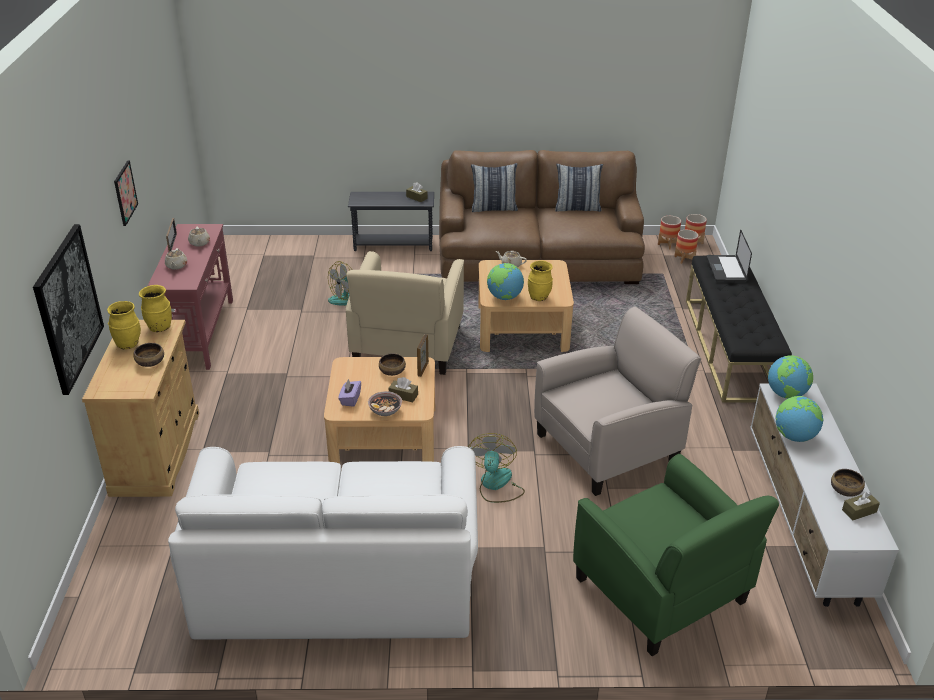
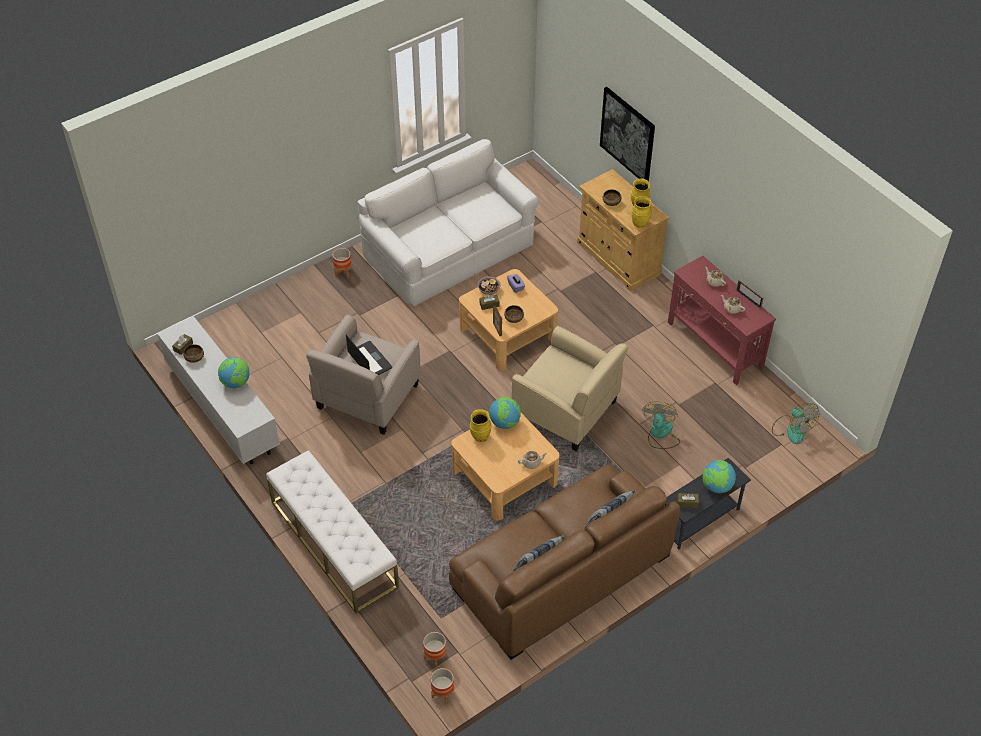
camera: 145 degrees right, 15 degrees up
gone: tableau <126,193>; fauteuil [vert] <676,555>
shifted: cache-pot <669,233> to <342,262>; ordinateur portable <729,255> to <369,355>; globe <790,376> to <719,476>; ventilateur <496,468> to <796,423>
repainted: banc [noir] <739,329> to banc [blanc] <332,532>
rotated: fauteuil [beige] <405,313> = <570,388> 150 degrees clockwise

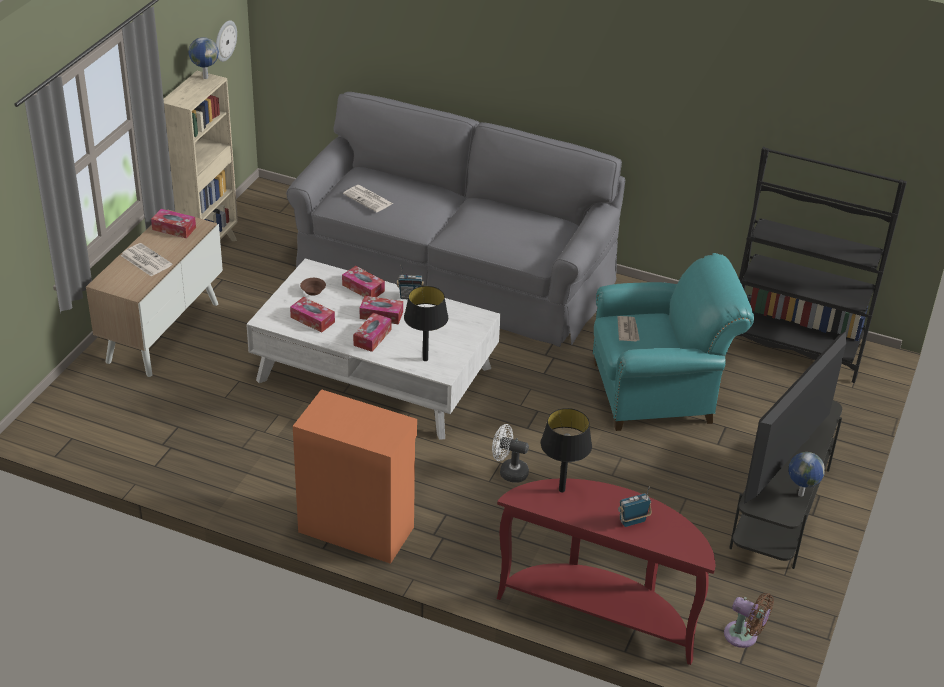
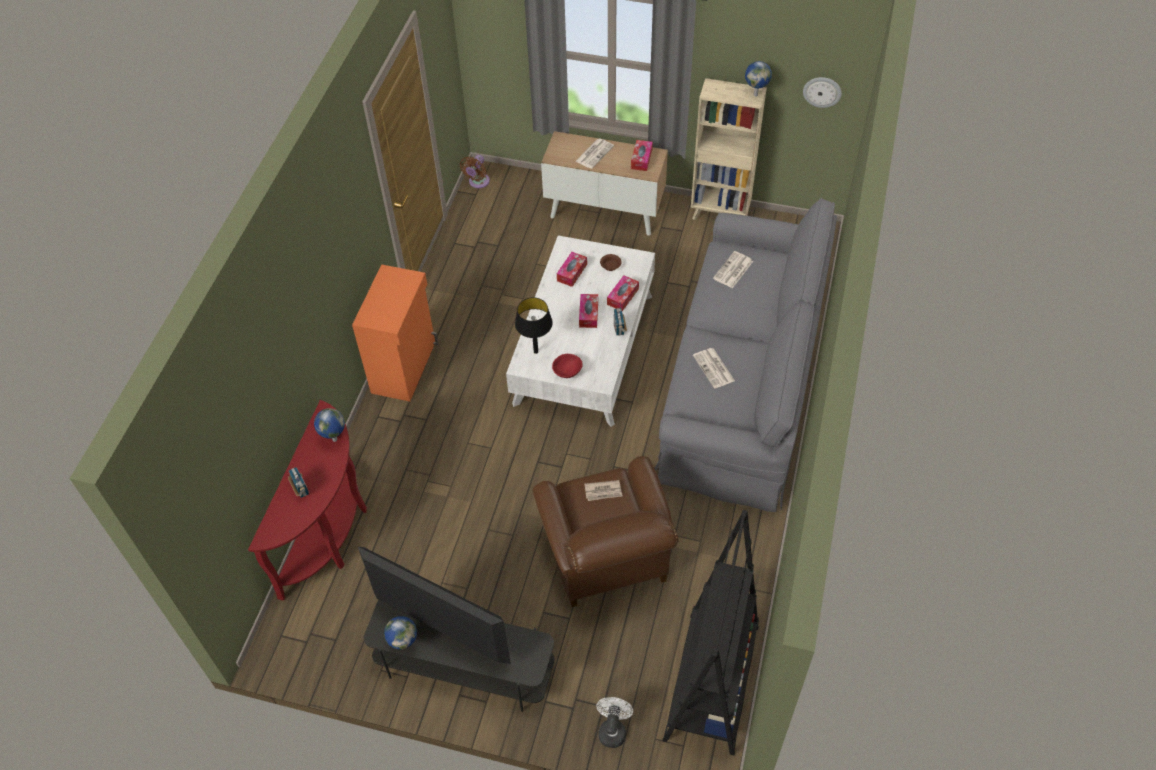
camera: 85 degrees right, 15 degrees up
gone: boîte à mouchoirs <372,332>
new: bol [rouge] <567,366>; journal <714,368>
shifted: ventilateur [marron] <749,620> to <475,171>; ventilateur [blanc] <510,453> to <614,722>
swapped: lampe de table [noir] <566,450> to globe <329,425>
repainted: fauteuil [turquoise] <673,342> to fauteuil [marron] <605,531>

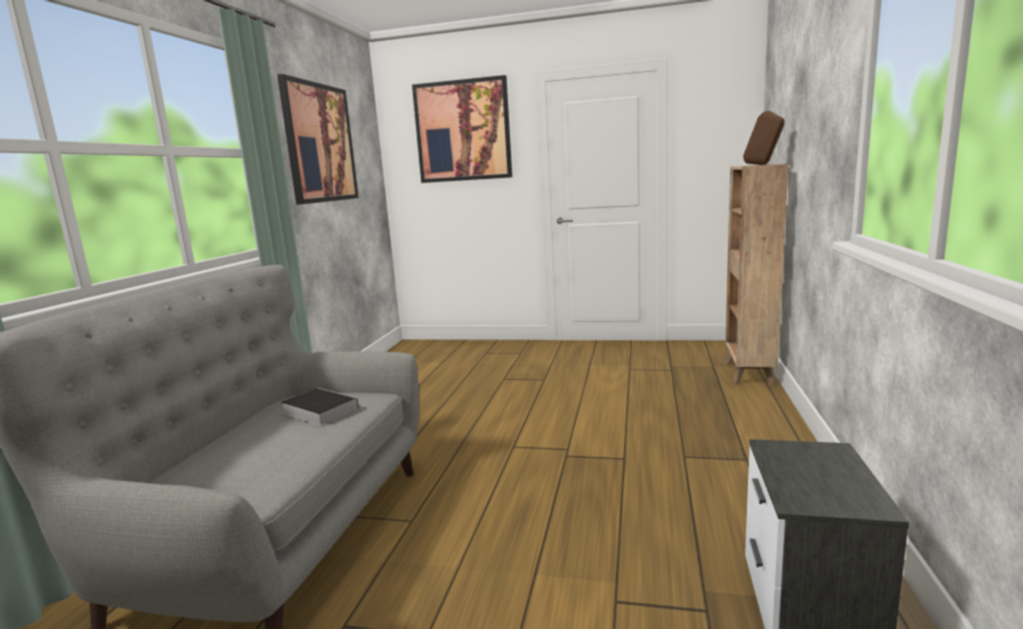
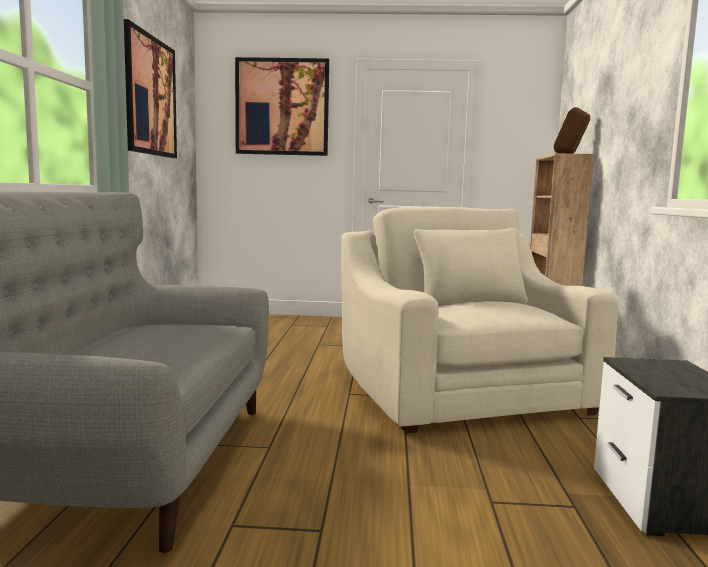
camera: 10 degrees left, 5 degrees down
gone: livre <320,407>
new: fauteuil [beige] <479,320>

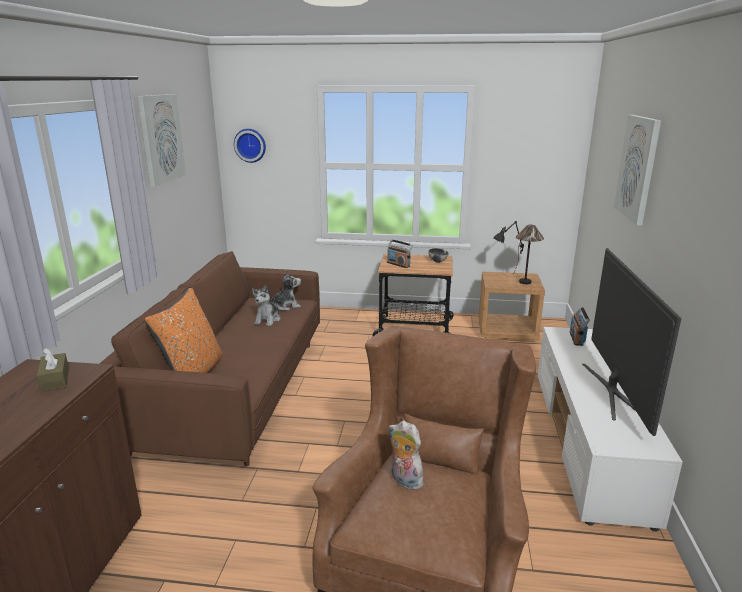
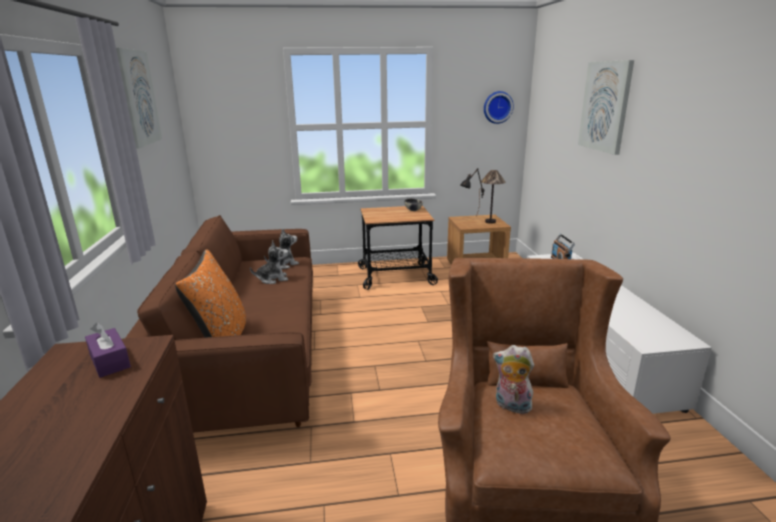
camera: 15 degrees left, 0 degrees up
gone: radio <400,253>; téléviseur <632,342>
shifted: horloge murale <250,146> to <499,107>
repainted: boîte à mouchoirs [marron] <53,369> to boîte à mouchoirs [violet] <108,350>
rotated: peluche <266,305> = <269,262> 105 degrees counterclockwise

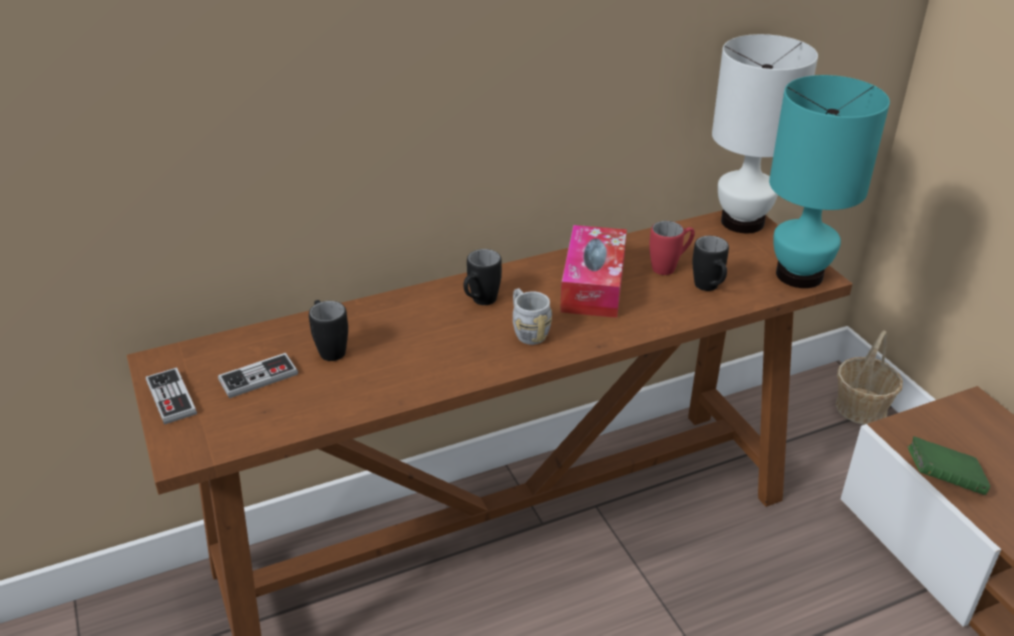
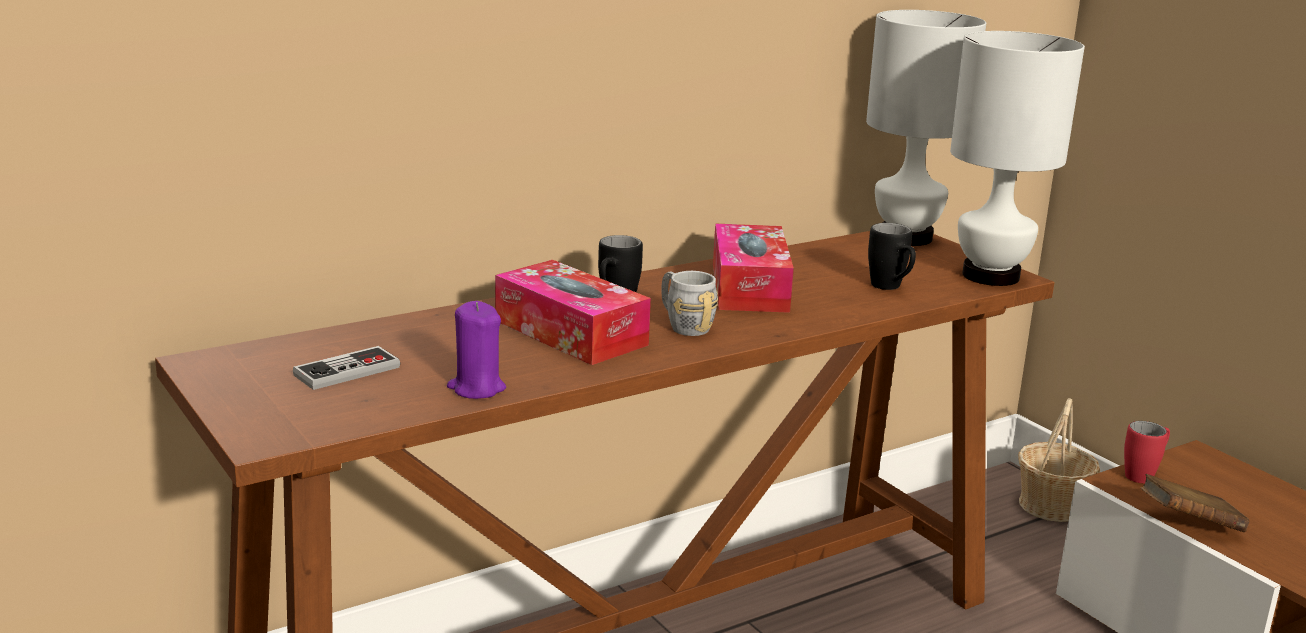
camera: 10 degrees left, 15 degrees down
gone: manette <171,396>; mug [noir] <328,330>
new: bougie [violet] <476,350>; boîte à mouchoirs <573,312>
shifted: mug [rouge] <672,248> to <1147,452>
repainted: lampe de table [turquoise] <829,181> to lampe de table [blanc] <1017,158>; livre [vert] <949,465> to livre [marron] <1195,503>

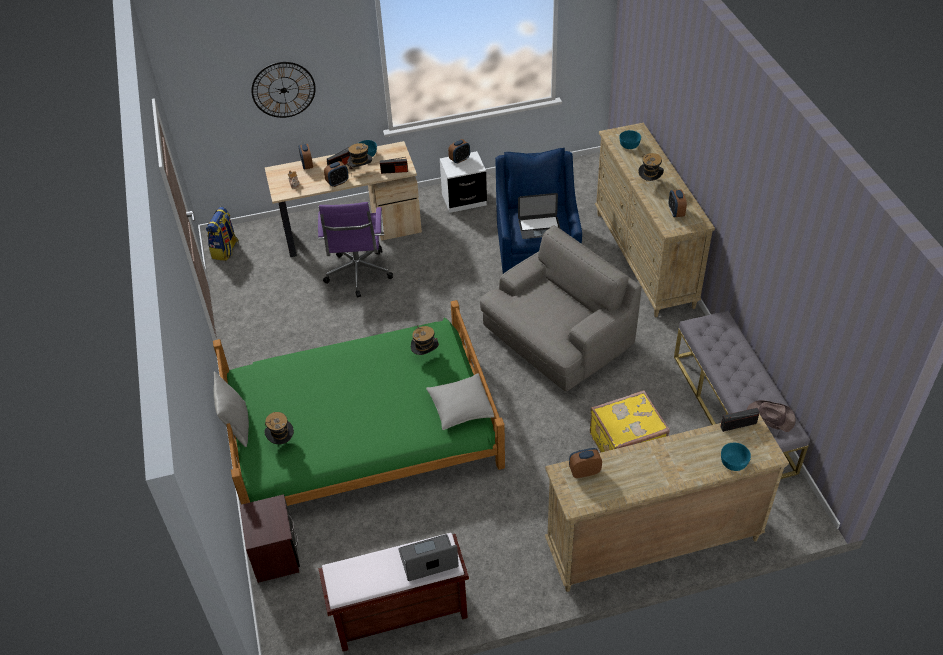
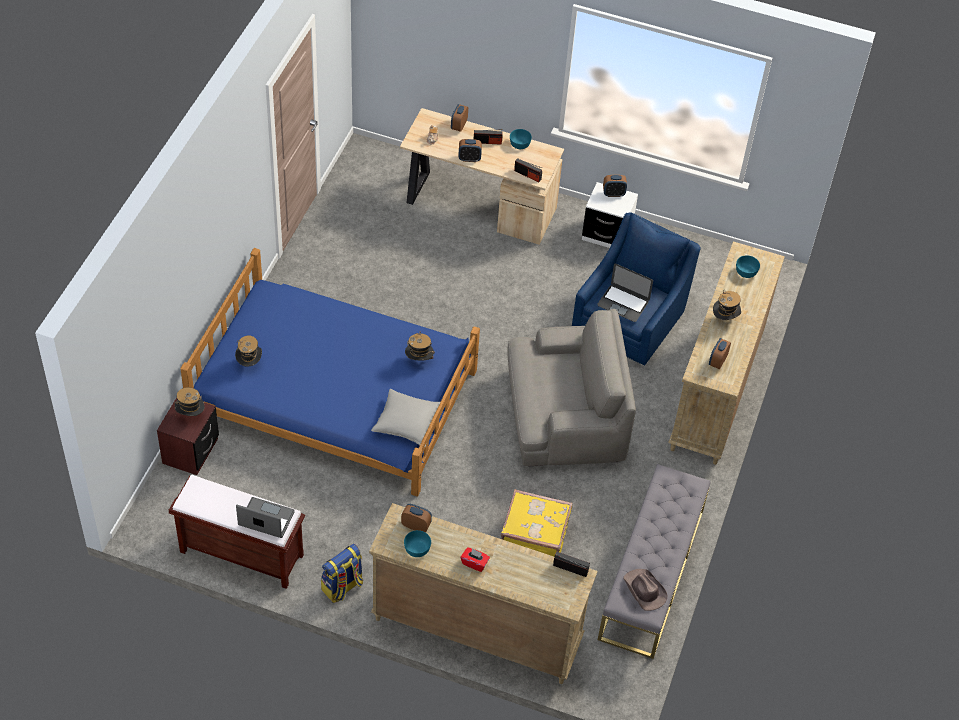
camera: 30 degrees right, 5 degrees up
gone: coussin [gris] <231,409>; horloge murale <283,90>; chaise de bureau [violet] <355,250>
new: boîte à mouchoirs [rouge] <475,559>
shifted: chapeau <359,156> to <189,401>; sac à dos <222,234> to <342,573>; bol [turquoise] <736,457> to <417,543>
repainted: lit [vert] <359,403> to lit [bleu] <330,372>

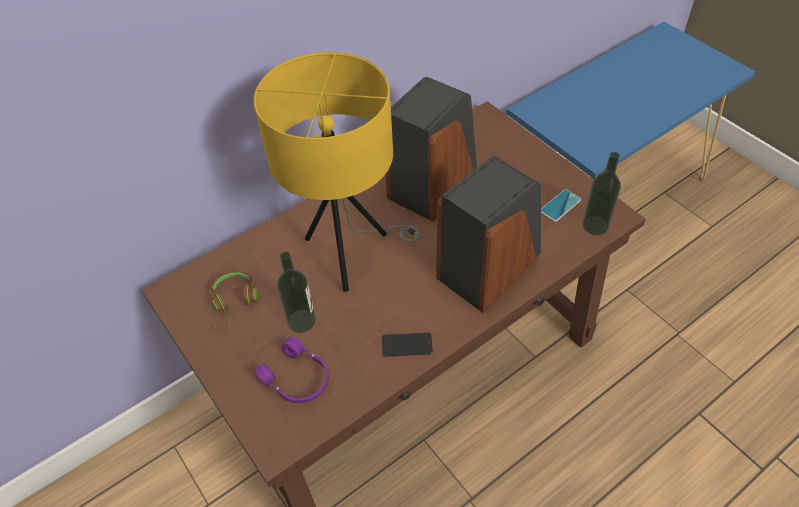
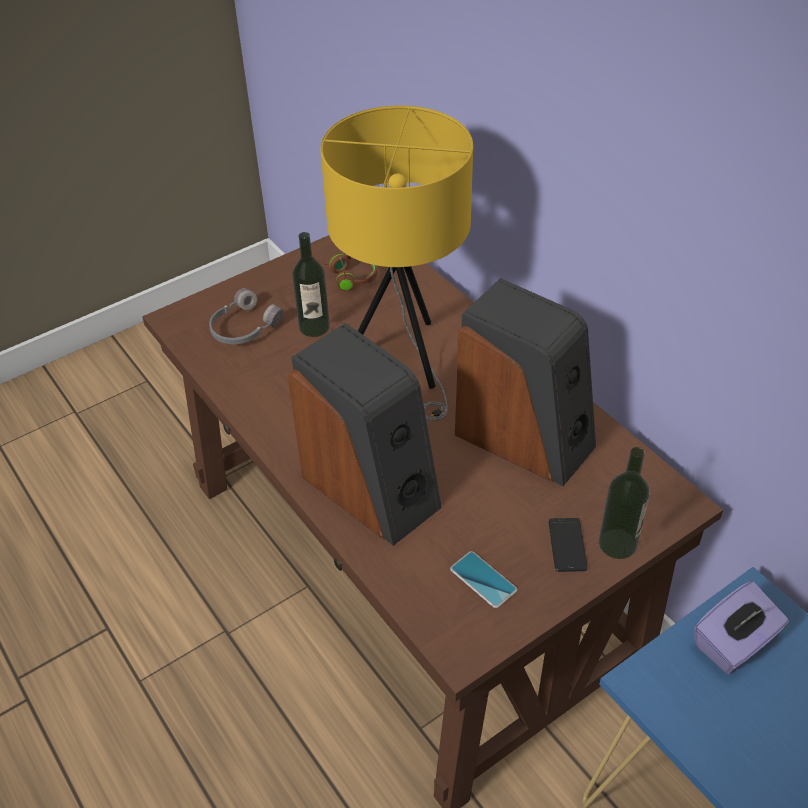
camera: 90 degrees right, 5 degrees down
new: boîte à mouchoirs [violet] <741,627>
shifted: téléphone <407,345> to <568,545>; bouteille <602,193> to <624,503>
repainted: casque audio [violet] <291,370> to casque audio [gris] <246,316>

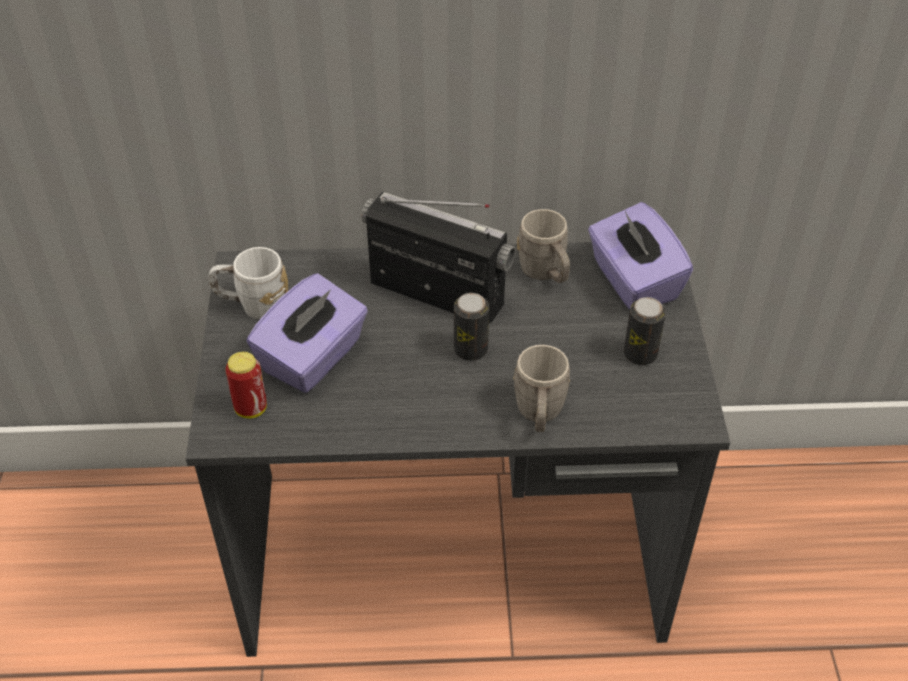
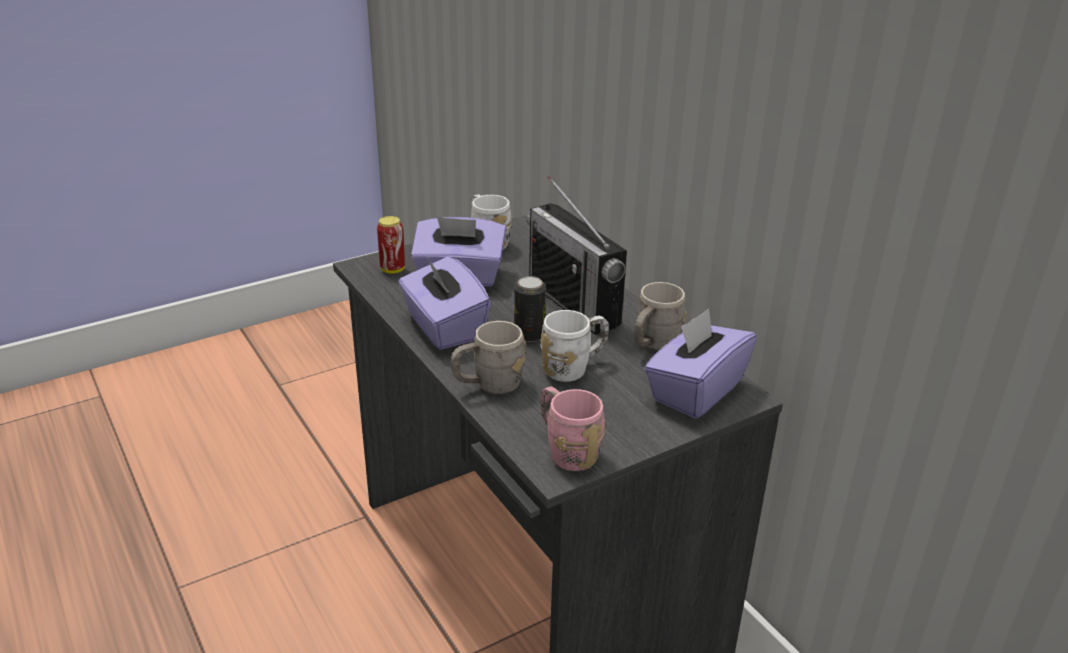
camera: 60 degrees right, 15 degrees down
gone: boîte métallique <644,331>
new: boîte à mouchoirs [violet] <445,302>; mug [blanc] <574,346>; mug [rose] <573,429>
rotated: radio <438,257> = <577,255> 150 degrees clockwise

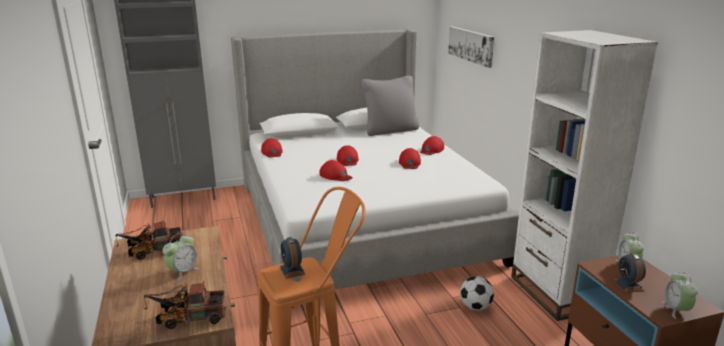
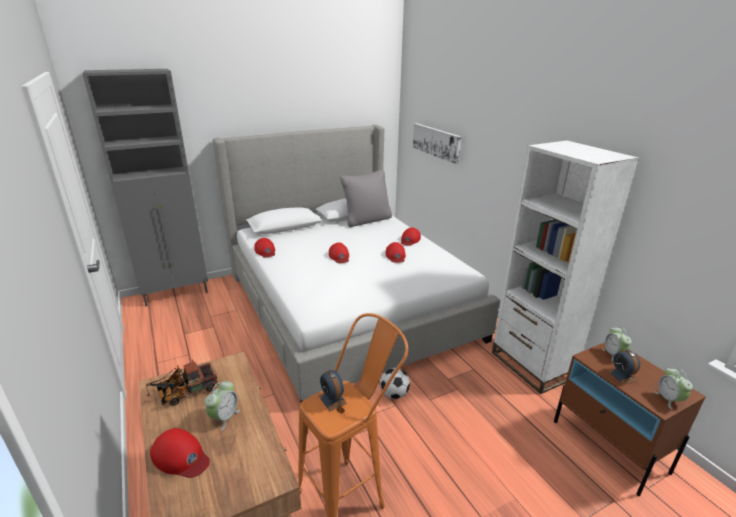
camera: 10 degrees left, 5 degrees up
gone: camion jouet <185,304>
shifted: casquette [rouge] <336,170> to <180,453>; ballon de foot <477,293> to <395,383>

